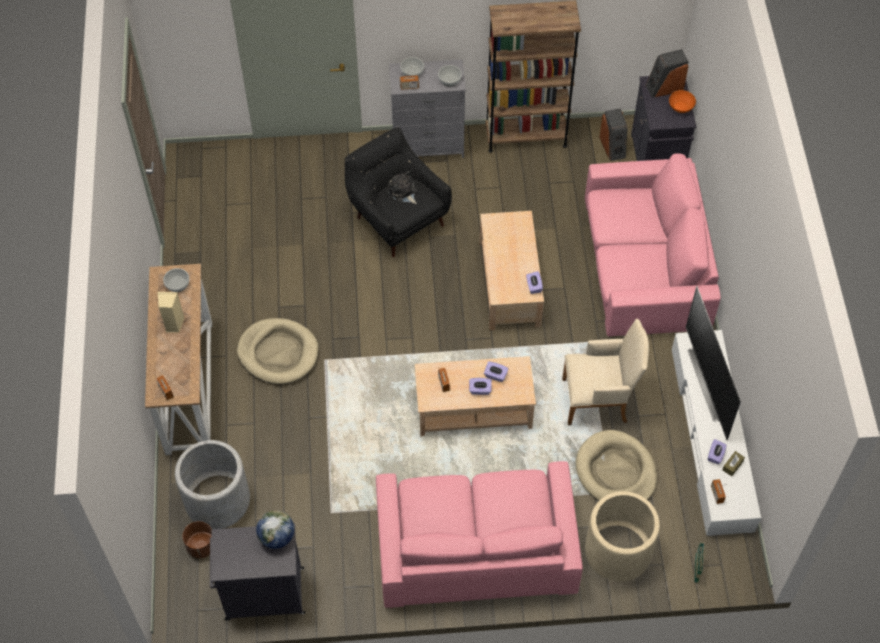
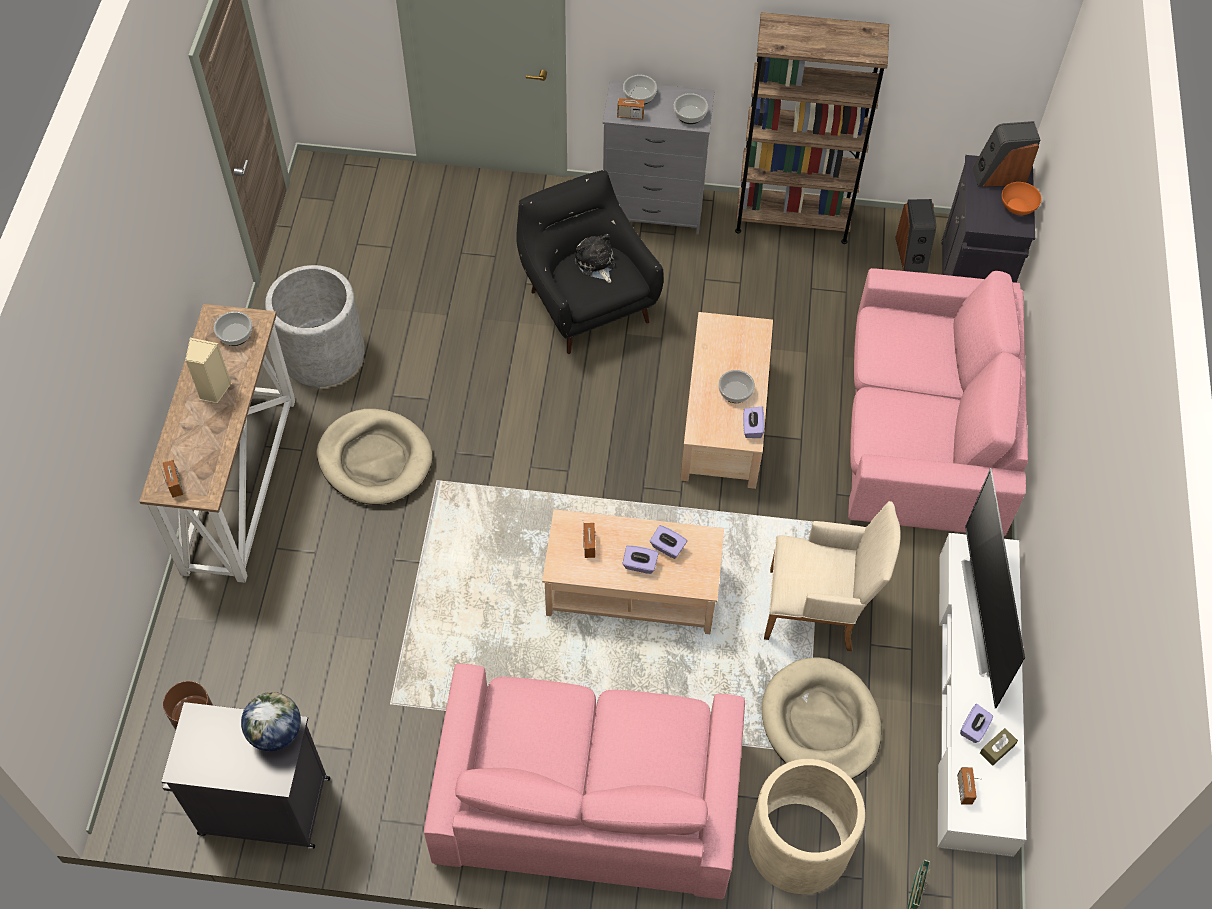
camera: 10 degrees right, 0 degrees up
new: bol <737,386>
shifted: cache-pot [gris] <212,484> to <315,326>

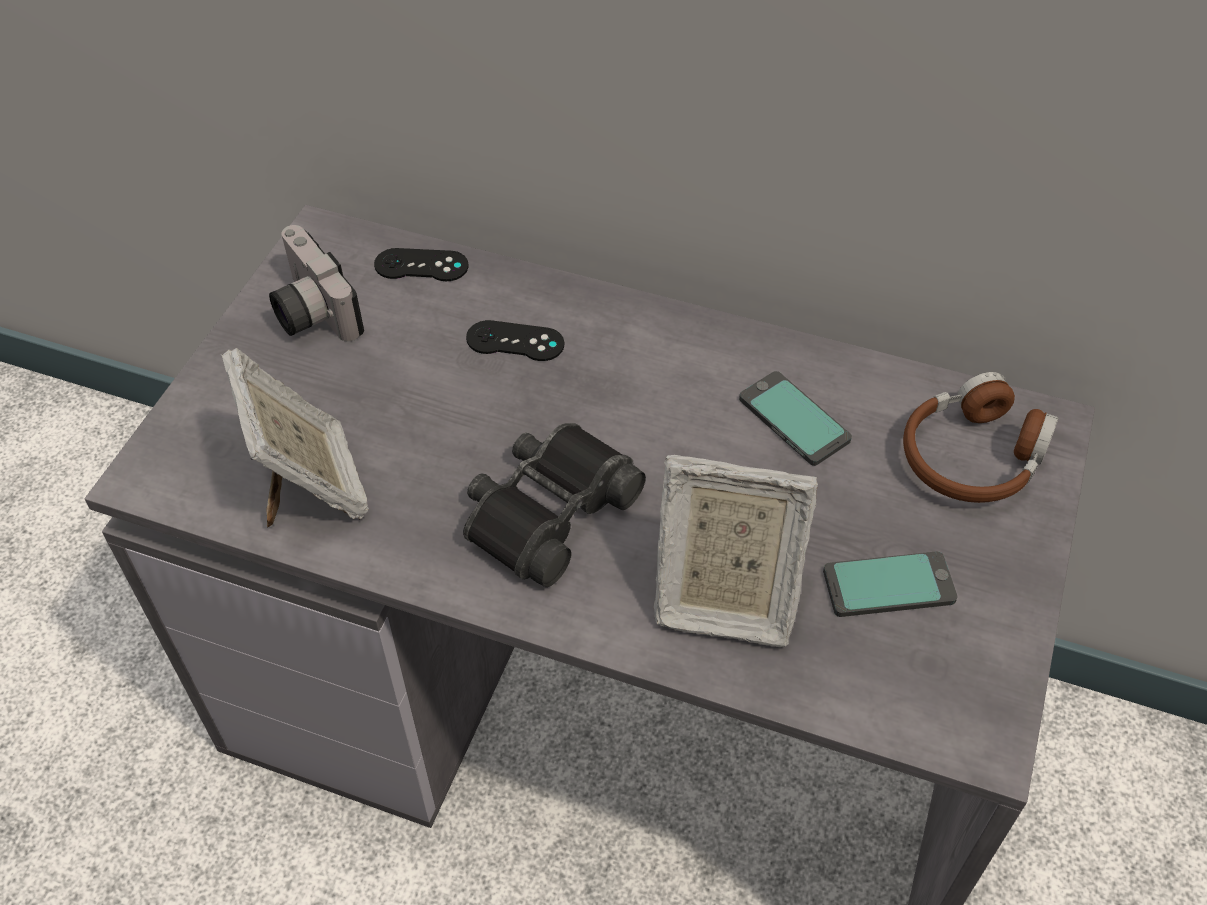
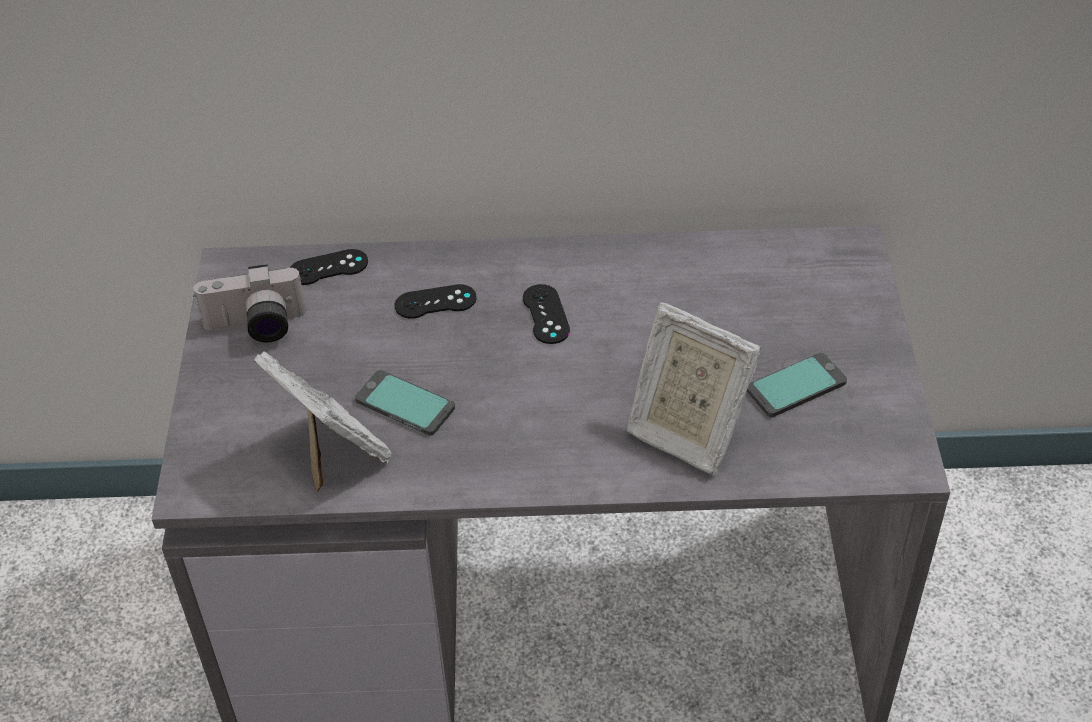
camera: 20 degrees left, 5 degrees down
gone: jumelles [noir] <554,505>; casque audio [marron] <980,437>
new: manette [noir] <546,314>
shifted: téléphone <795,418> to <405,403>
rotated: appareil photo <316,283> = <249,303> 45 degrees counterclockwise; cadre photo <736,551> = <694,388> 45 degrees clockwise

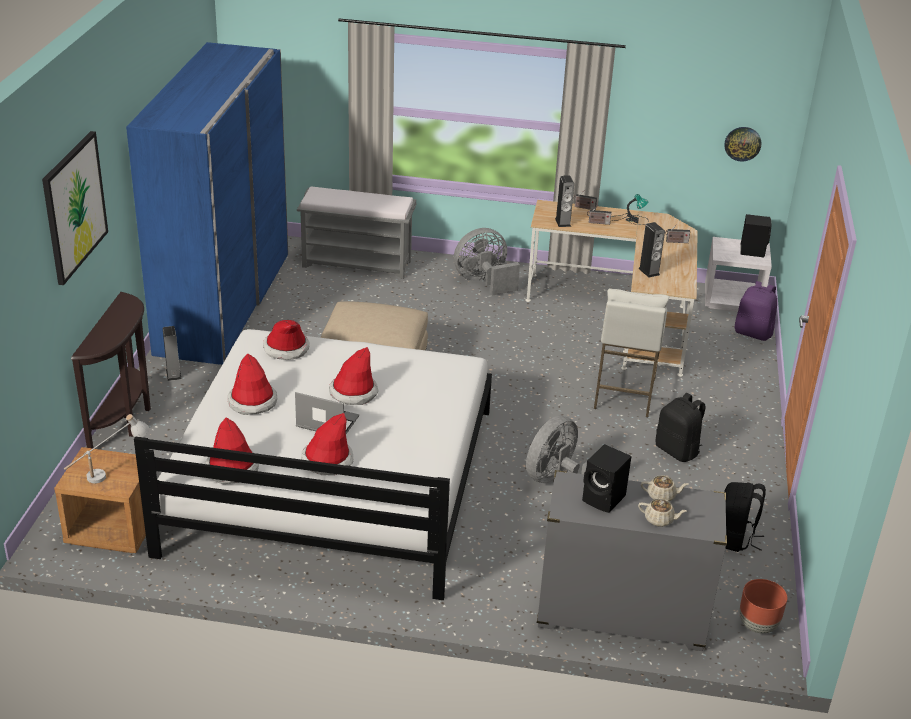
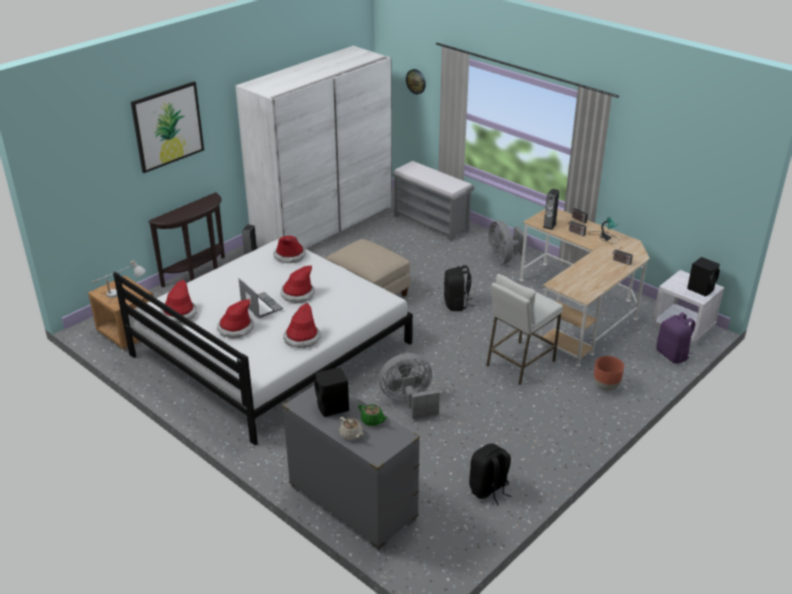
camera: 35 degrees right, 0 degrees up
gone: enceinte <651,250>
shifted: chapeau <252,384> to <302,325>; horloge murale <742,144> to <416,81>; sac à dos [noir] <680,427> to <459,288>; cache-pot [marron] <763,606> to <608,373>
repainted: armoire [bleu] <207,203> to armoire [blanc] <313,147>; théière [beige] <664,488> to théière [vert] <373,415>
rotated: ventilateur [gris] <487,261> = <507,242> 120 degrees counterclockwise

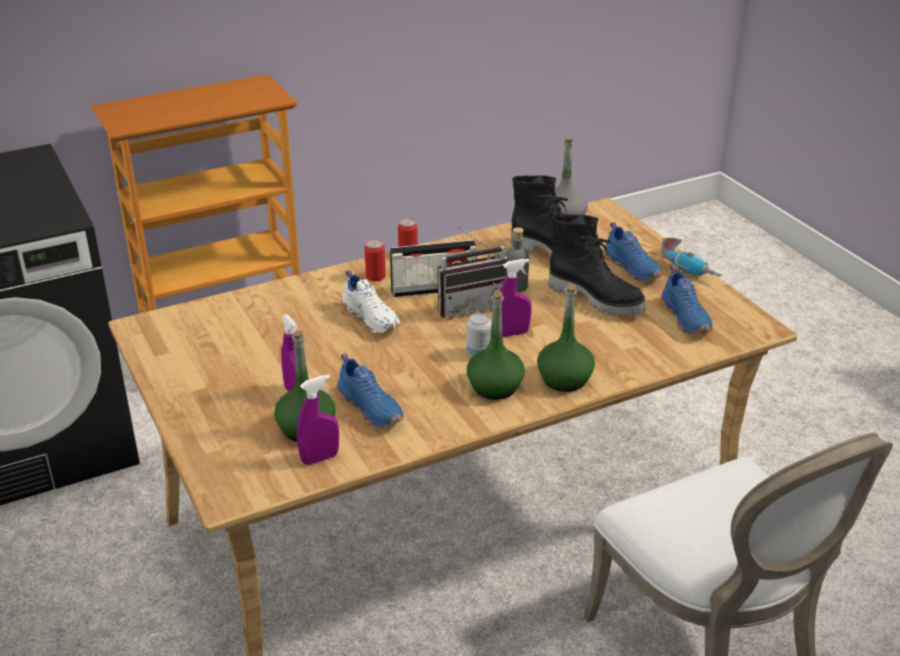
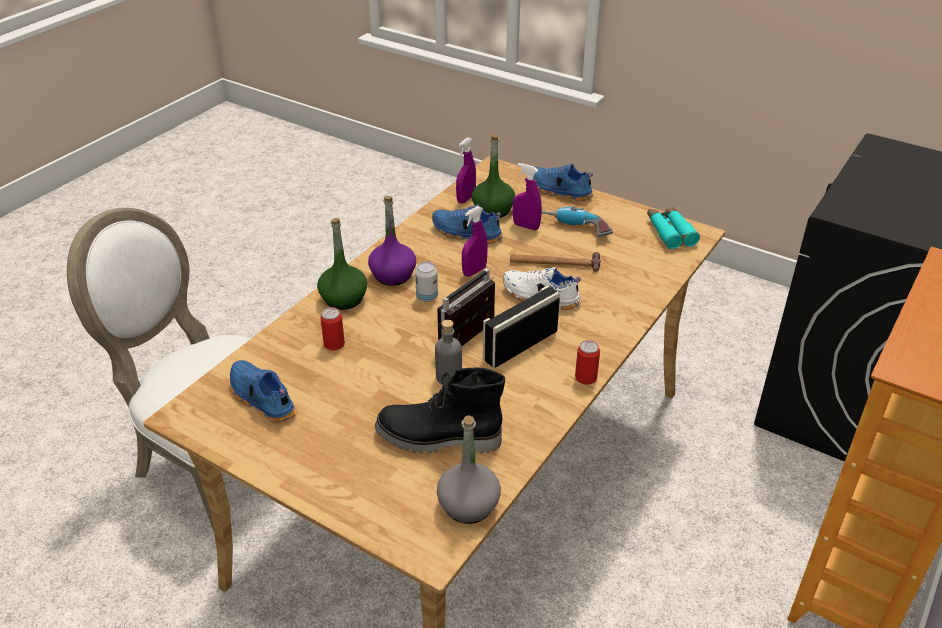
camera: 150 degrees right, 5 degrees up
gone: botte [noir] <597,265>
new: marteau <555,262>; jumelles [turquoise] <673,227>
shifted: boîte métallique <375,260> to <332,329>; vaporisateur [violet] <515,298> to <475,241>; chaussure [bleu] <632,252> to <563,182>; perceuse <691,257> to <577,222>
repainted: bouteille [vert] <496,345> to bouteille [violet] <392,241>

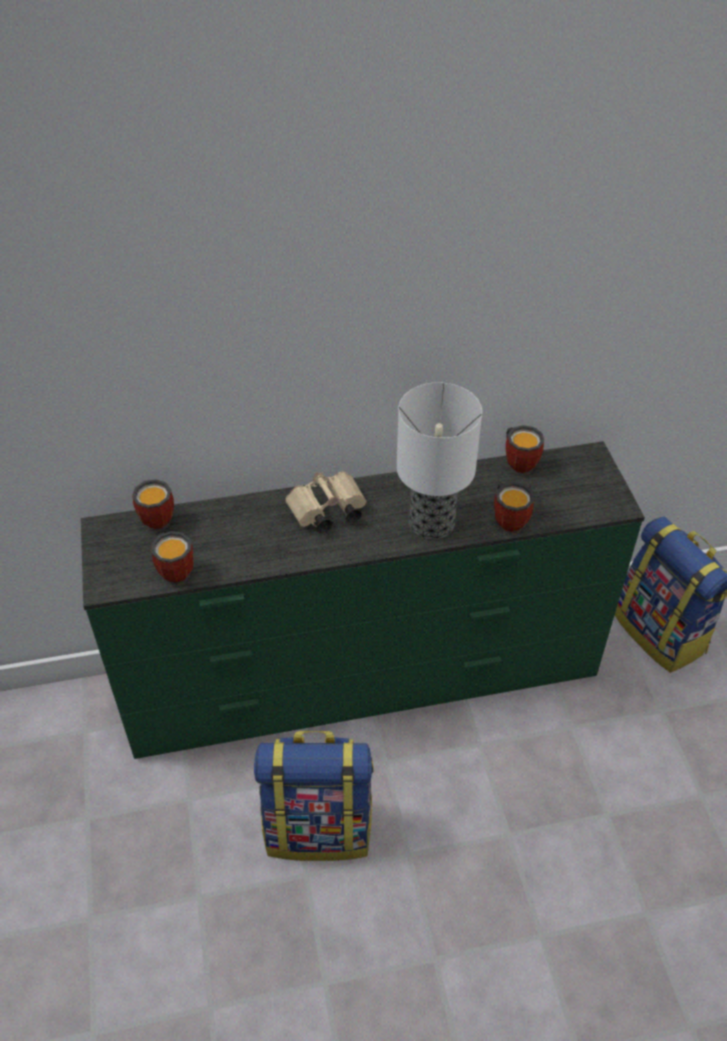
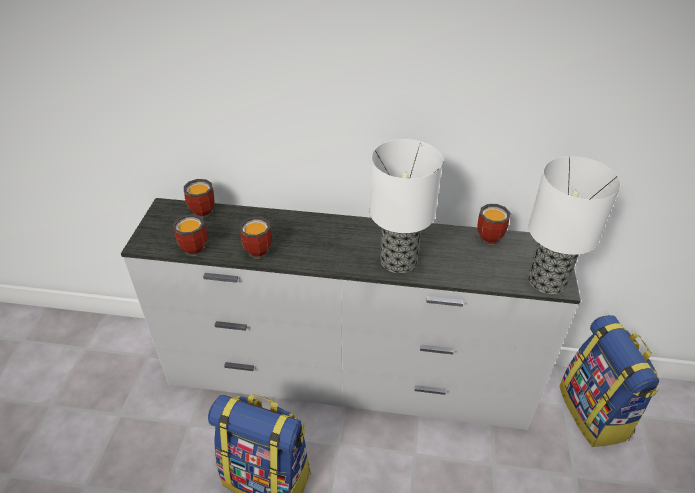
camera: 20 degrees right, 5 degrees down
gone: jumelles [beige] <325,502>
new: lampe de table <574,225>
shifted: mug <514,508> to <255,238>
repainted: commode [vert] <363,600> to commode [blanc] <351,314>

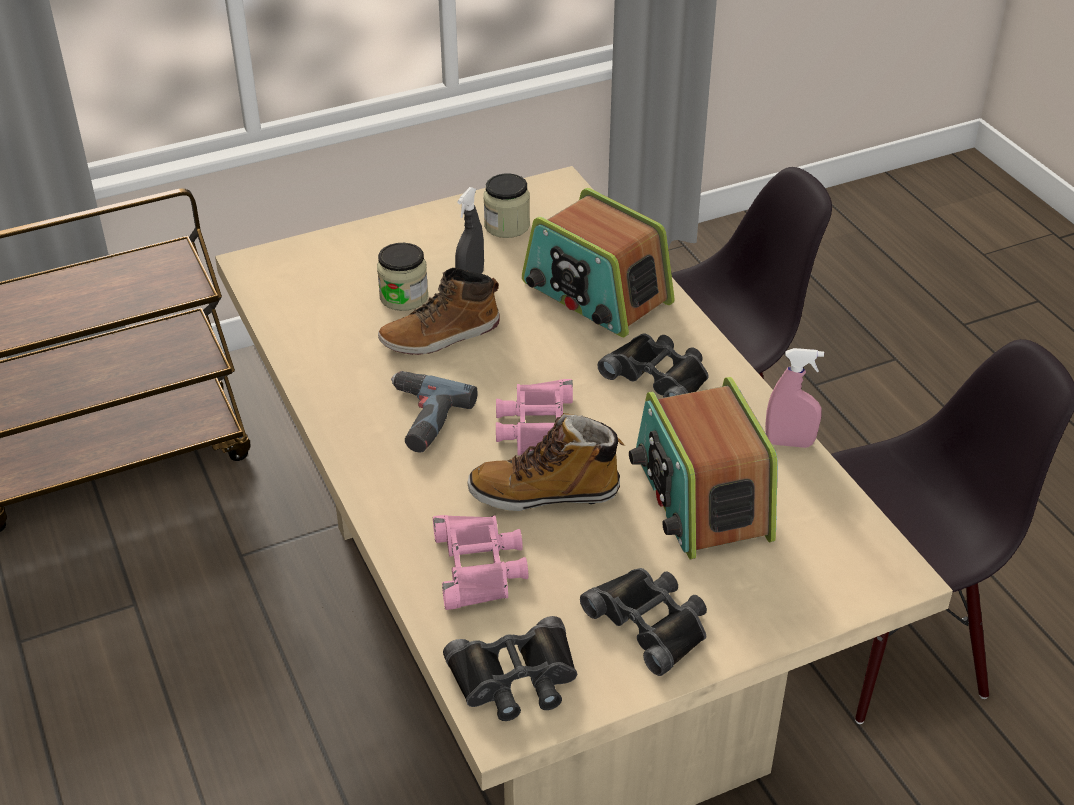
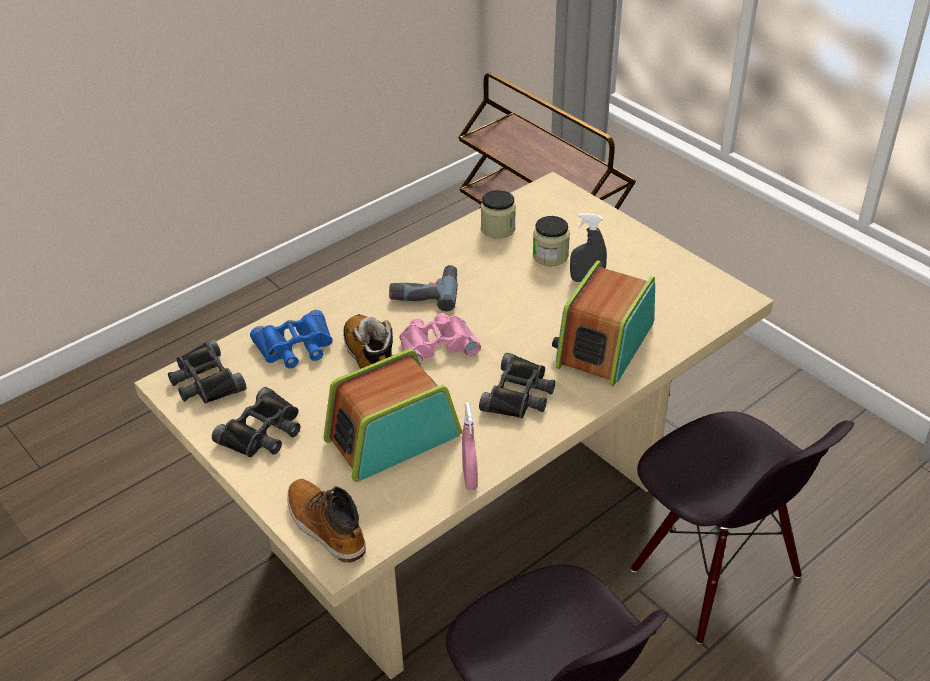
camera: 75 degrees right, 0 degrees up
shifted: botte <439,311> to <326,521>; bocal <506,205> to <498,214>
repainted: jumelles [rose] <480,562> to jumelles [bleu] <291,339>

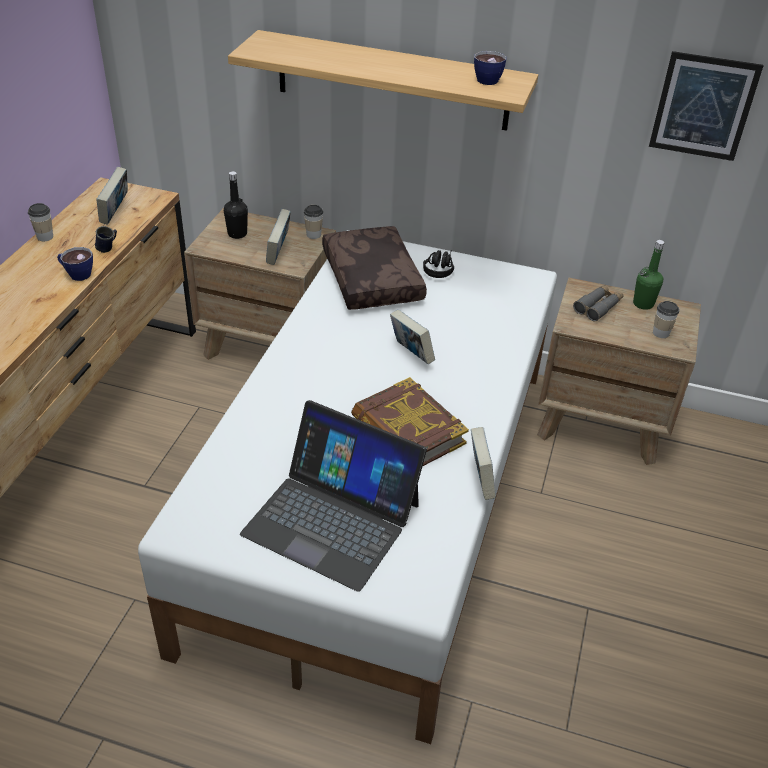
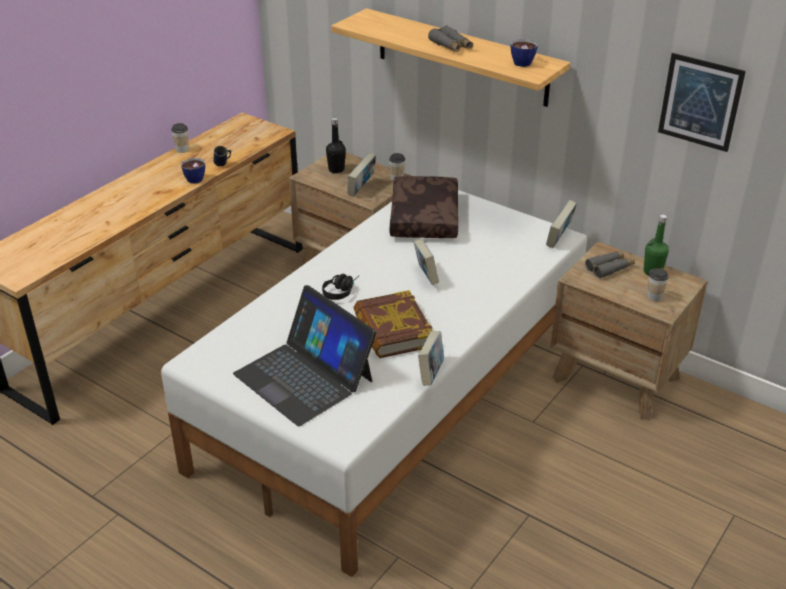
camera: 20 degrees right, 5 degrees down
new: jumelles [gris] <450,39>
shifted: casque audio [noir] <438,264> to <341,287>; livre <112,196> to <561,224>

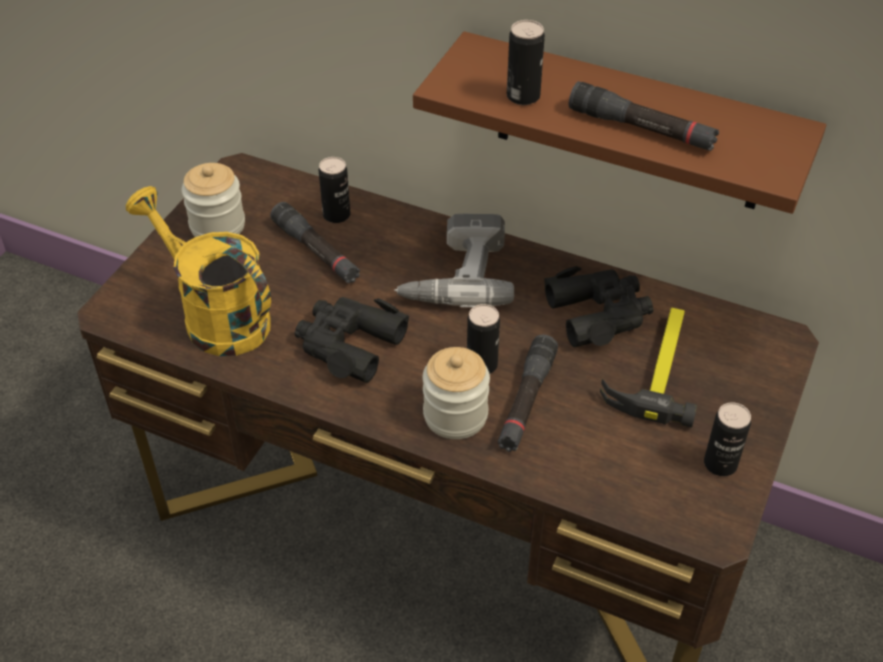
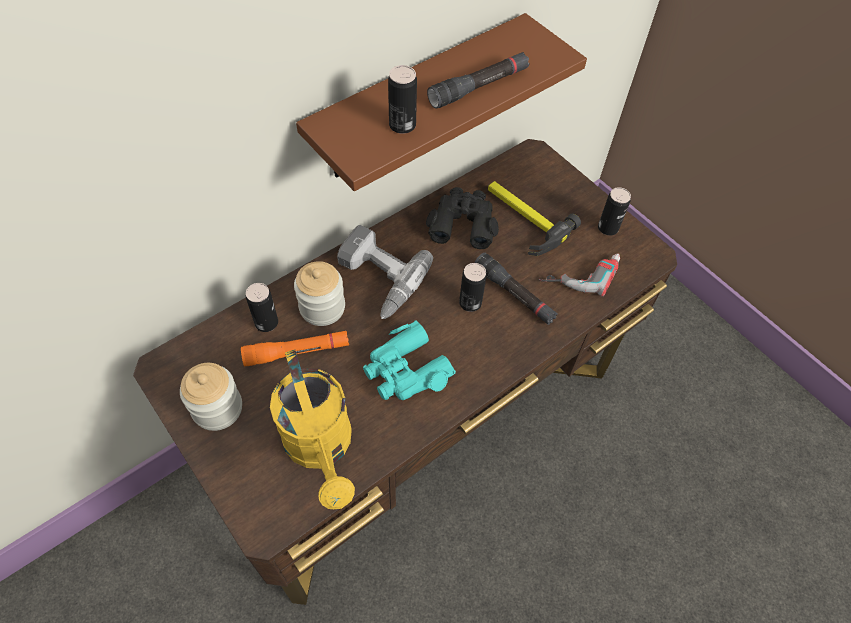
camera: 65 degrees left, 10 degrees up
new: perceuse <579,275>
shifted: bocal <456,393> to <319,293>
repainted: lampe de poche [noir] <315,243> to lampe de poche [orange] <295,348>; jumelles [noir] <351,340> to jumelles [turquoise] <409,360>
rotated: arrosoir [jaune] <198,271> = <312,429> 90 degrees counterclockwise

